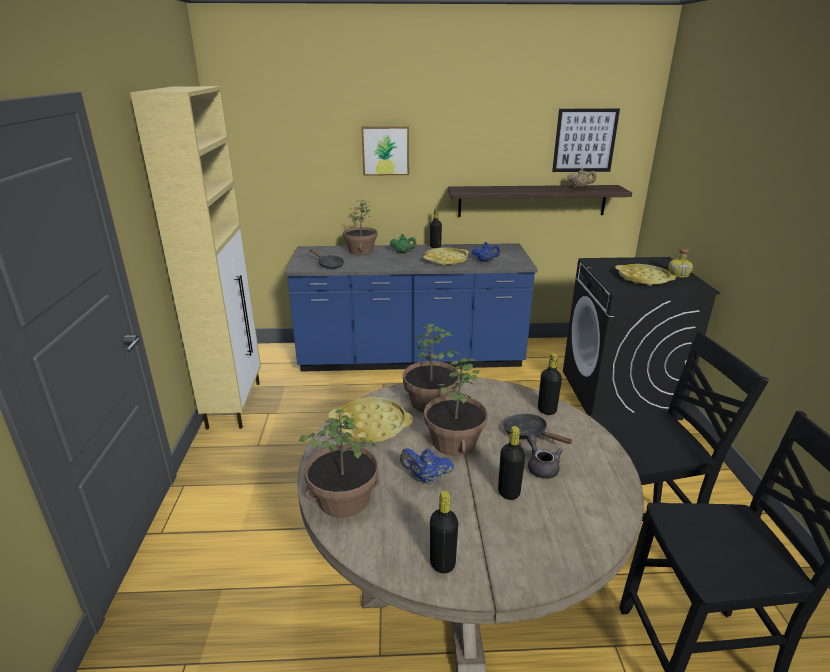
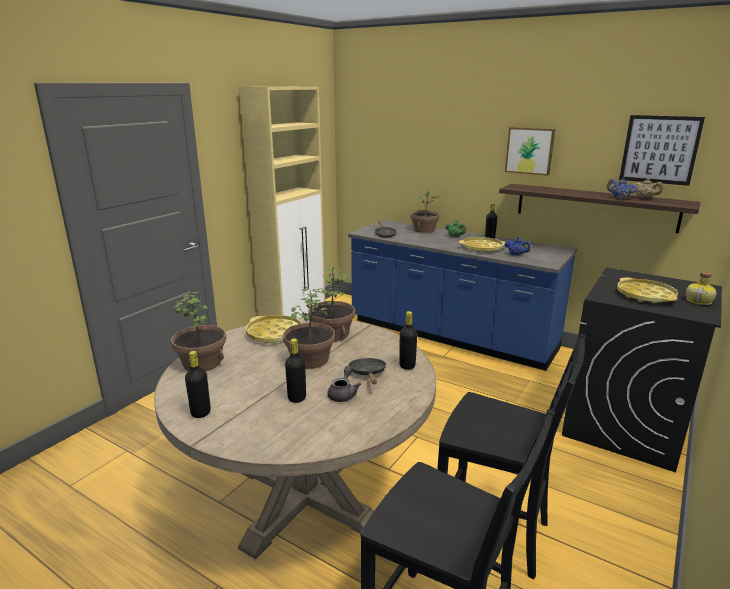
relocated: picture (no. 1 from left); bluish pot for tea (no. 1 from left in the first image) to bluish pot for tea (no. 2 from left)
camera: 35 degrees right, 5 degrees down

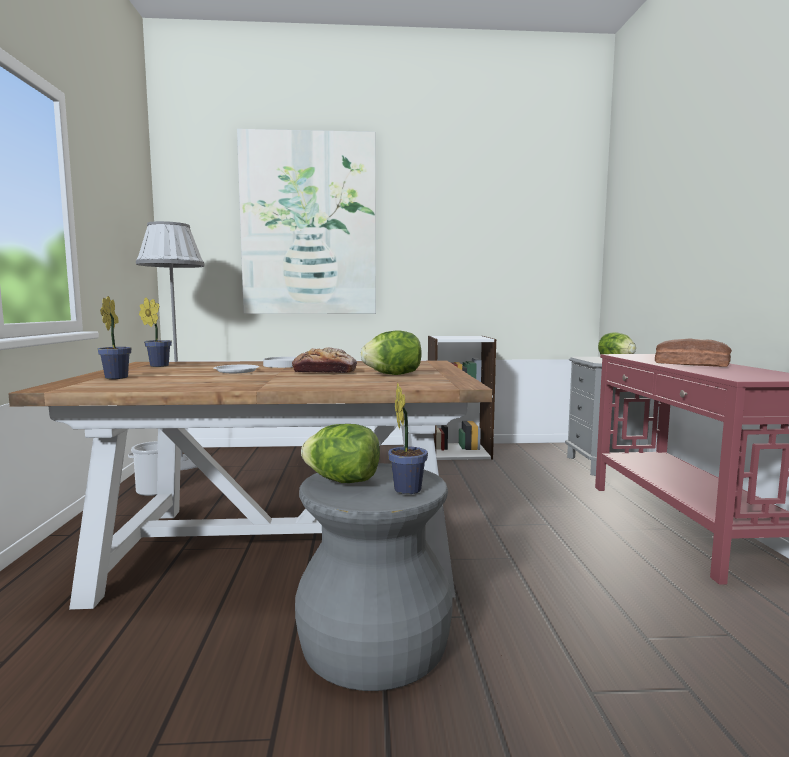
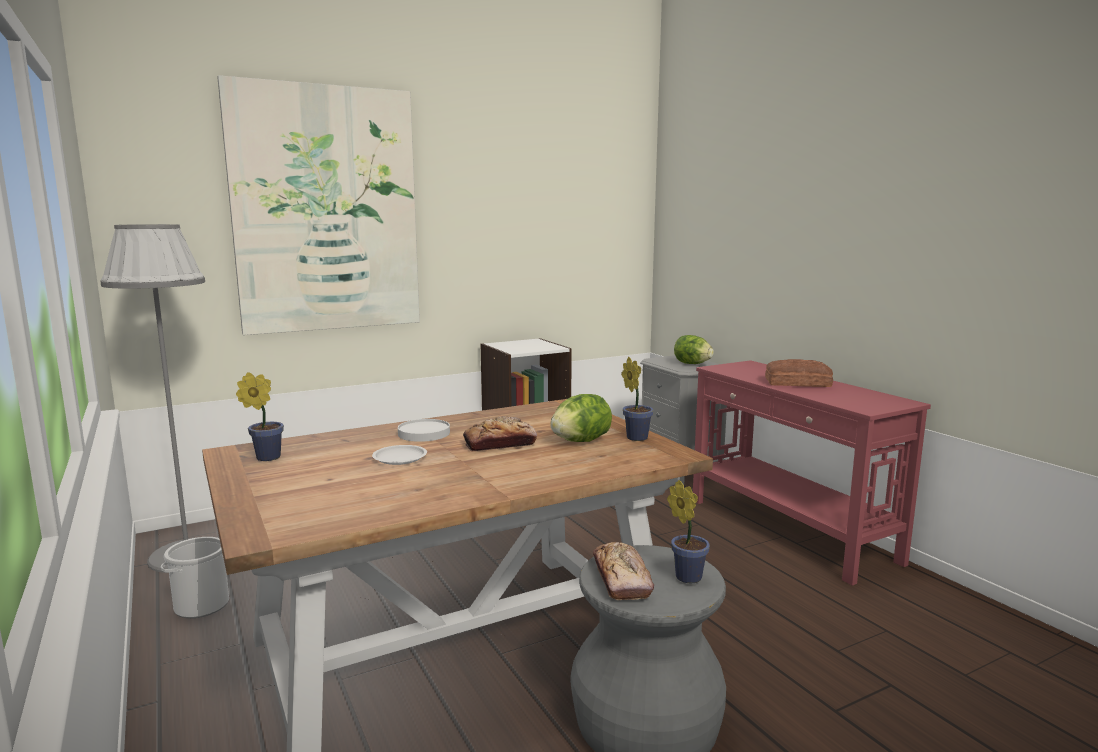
relocated: potted plant (no. 1 from left in the first image) to potted plant (no. 2 from left)
exchanged: head of lettuce (no. 1 from left) to baked bread (no. 2 from left)
camera: 25 degrees left, 5 degrees up

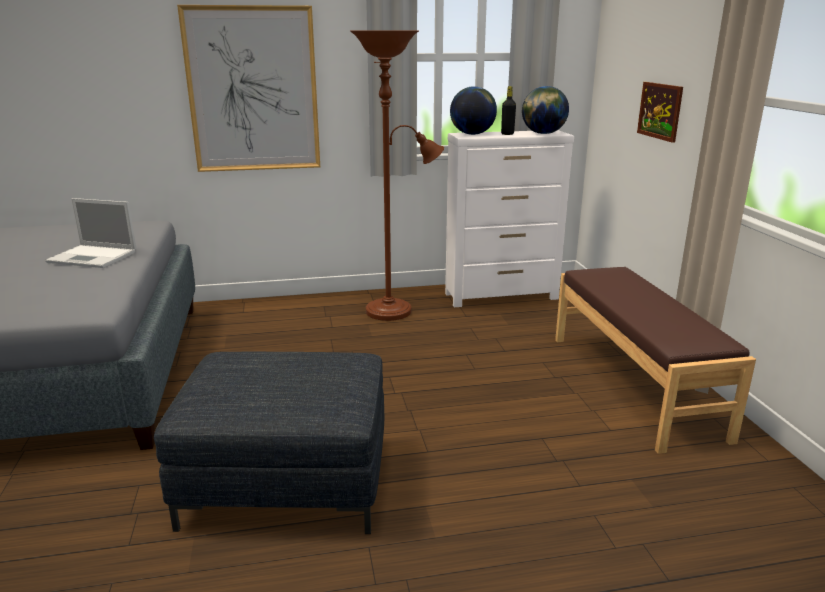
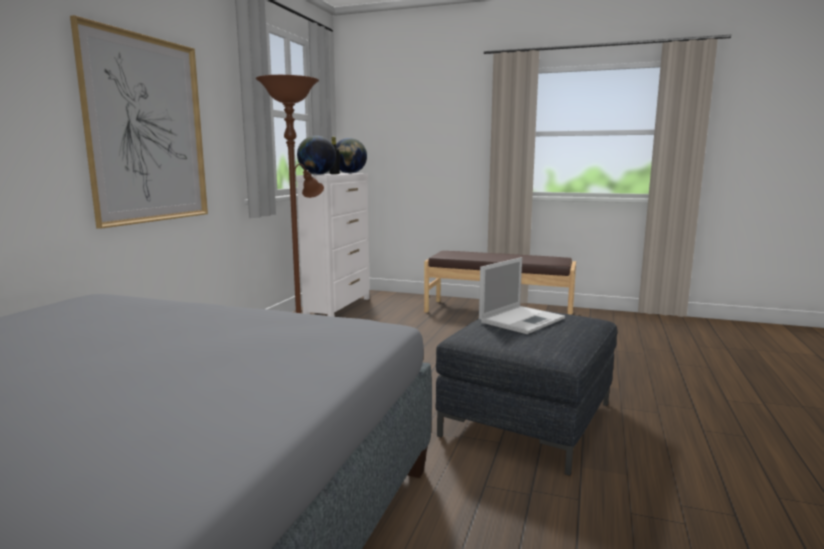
missing: picture (no. 2 from left)
relocated: notebook computer
camera: 60 degrees left, 10 degrees down

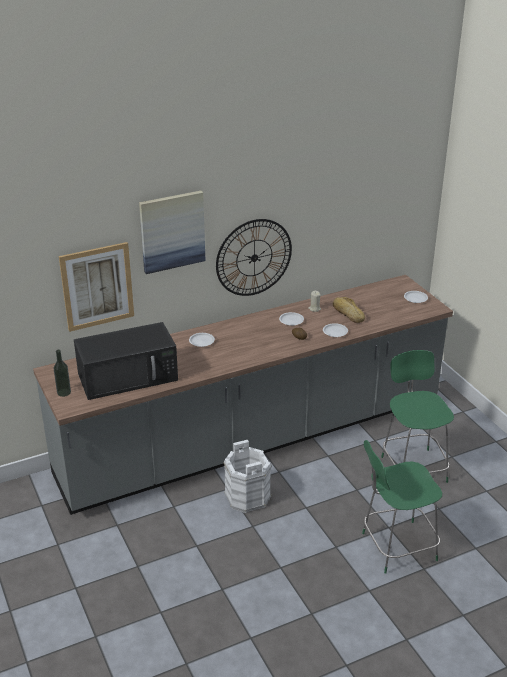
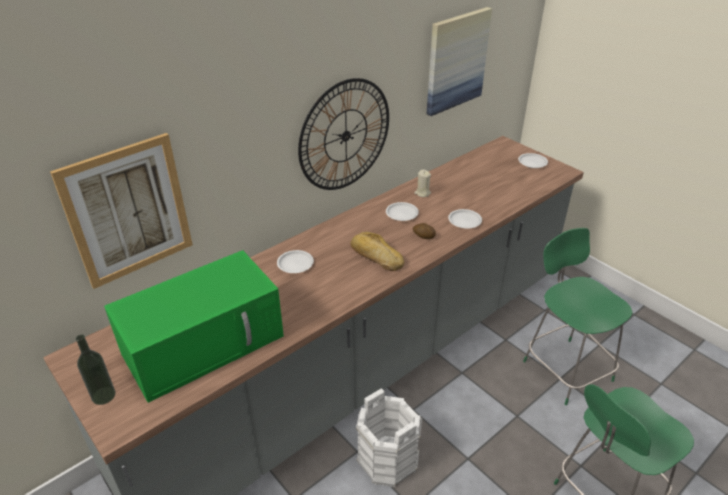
relocated: baked bread; picture (no. 2 from left)
colour: blackish microwave to green-coloured microwave
camera: 15 degrees left, 5 degrees up

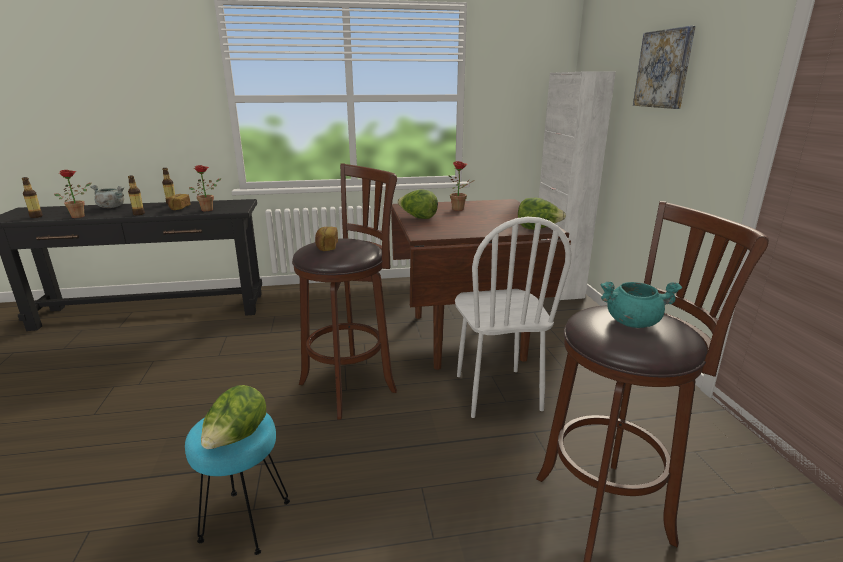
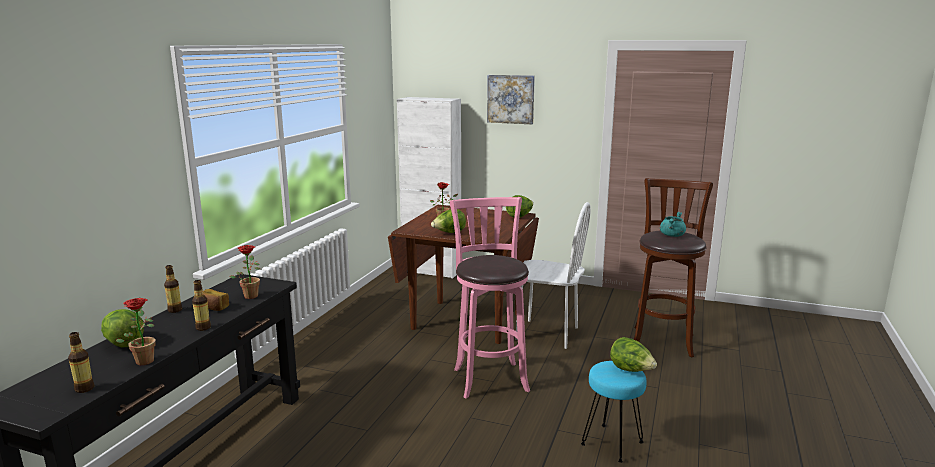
missing: baked bread (no. 2 from left)
exchanged: gray cooking pot to head of lettuce (no. 1 from left)
colour: brown-coloured stool (no. 1 from left) to pink stool
camera: 60 degrees left, 5 degrees down

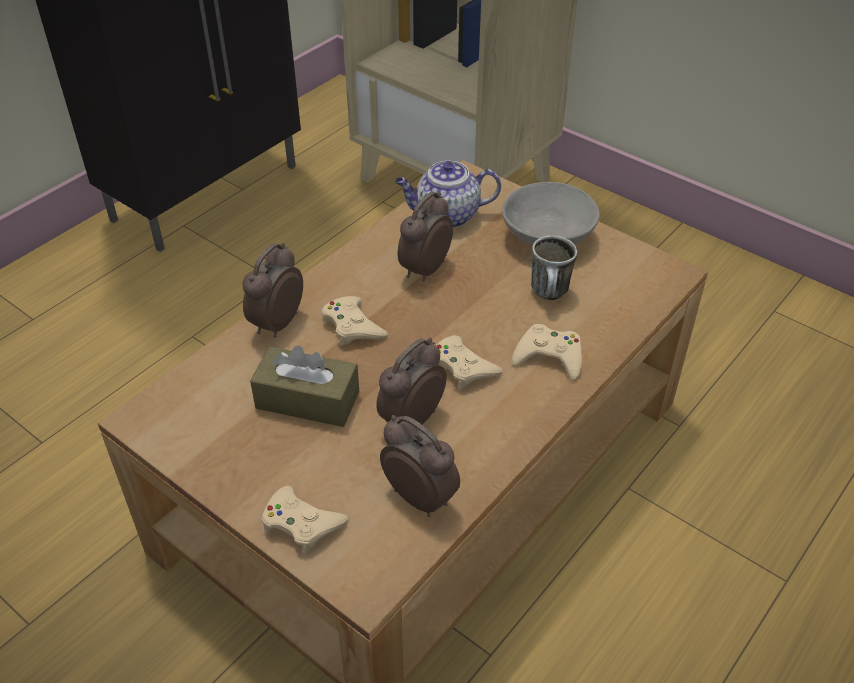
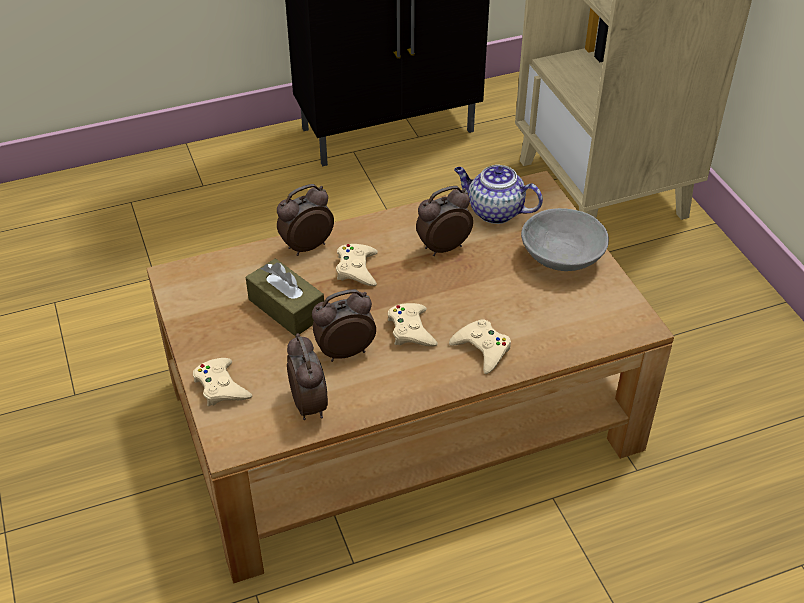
missing: coffee mug
camera: 30 degrees right, 0 degrees up

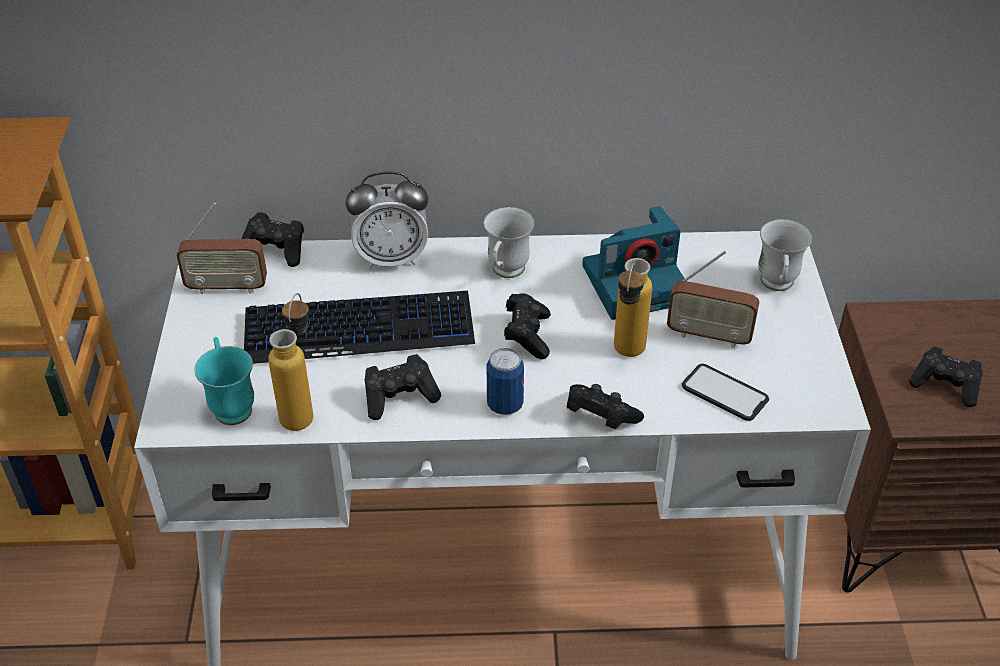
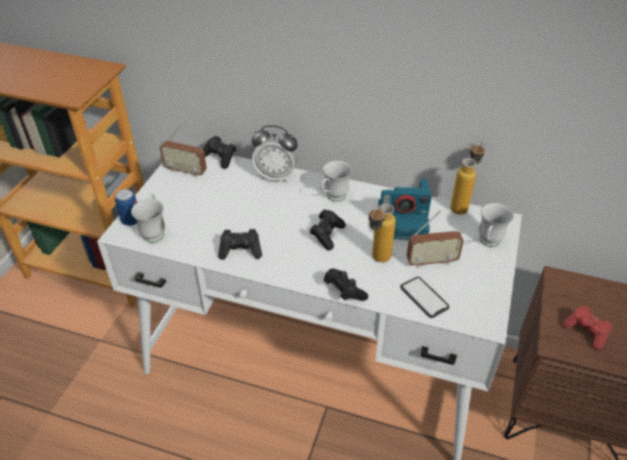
missing: keyboard
relocated: can; beverage bottle (no. 1 from left in the first image) to beverage bottle (no. 2 from left)
colour: turquoise coffee mug to whitish coffee mug (no. 1 from left); blackish joypad (no. 5 from left) to reddish joypad
spun: radio (no. 2 from left) 45 degrees counterclockwise
camera: 20 degrees right, 0 degrees up

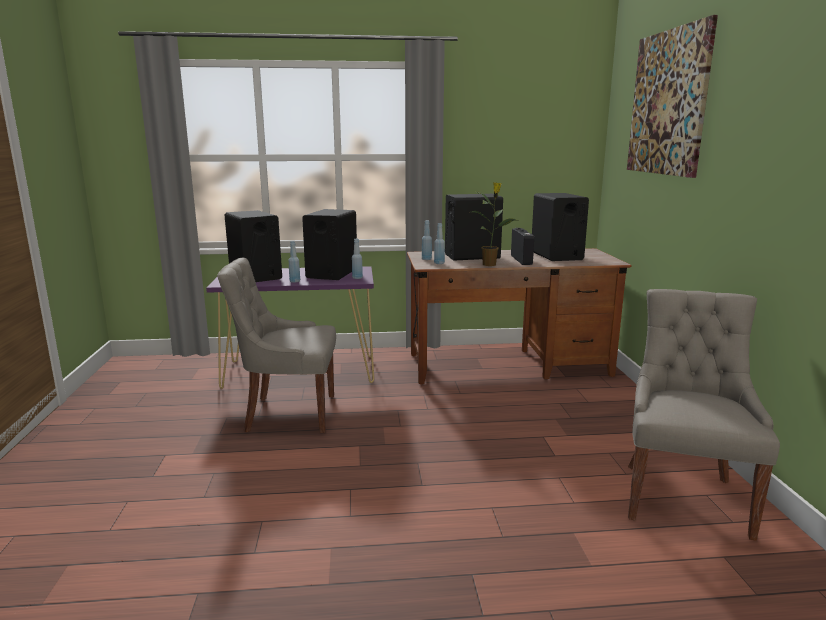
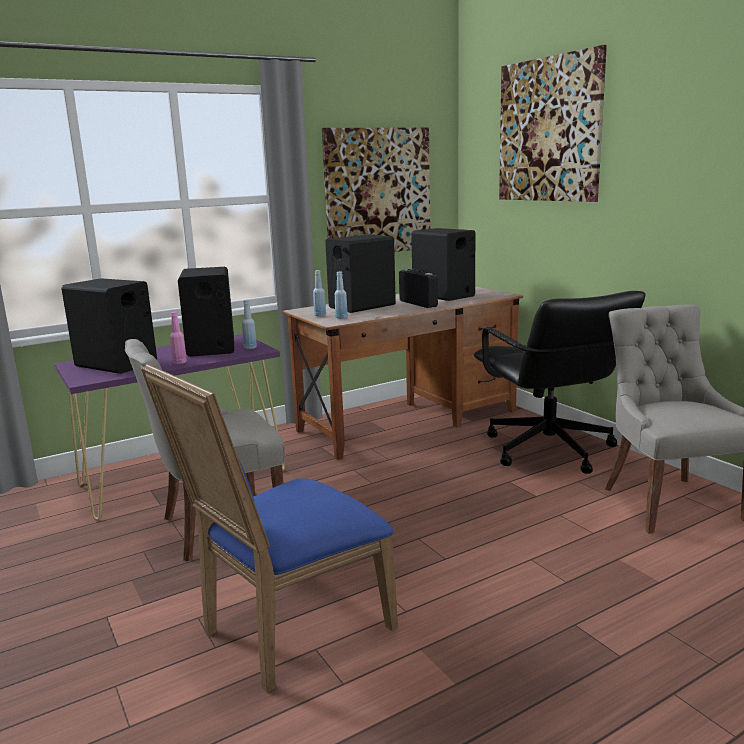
missing: potted plant
appeared: bluish plain chair; picture (no. 1 from left); blackish office chair
colour: bluish beverage bottle (no. 1 from left) to pink beverage bottle
camera: 25 degrees left, 0 degrees up

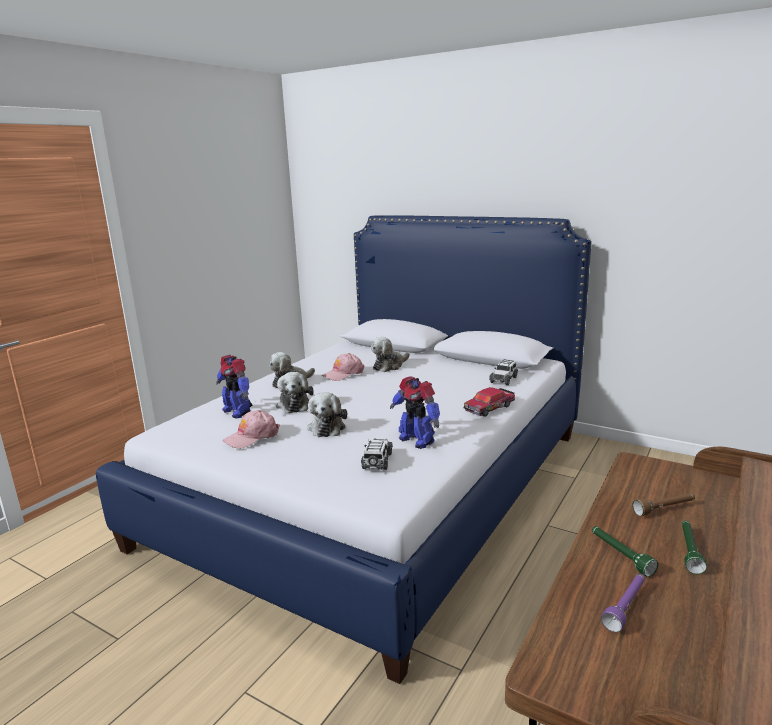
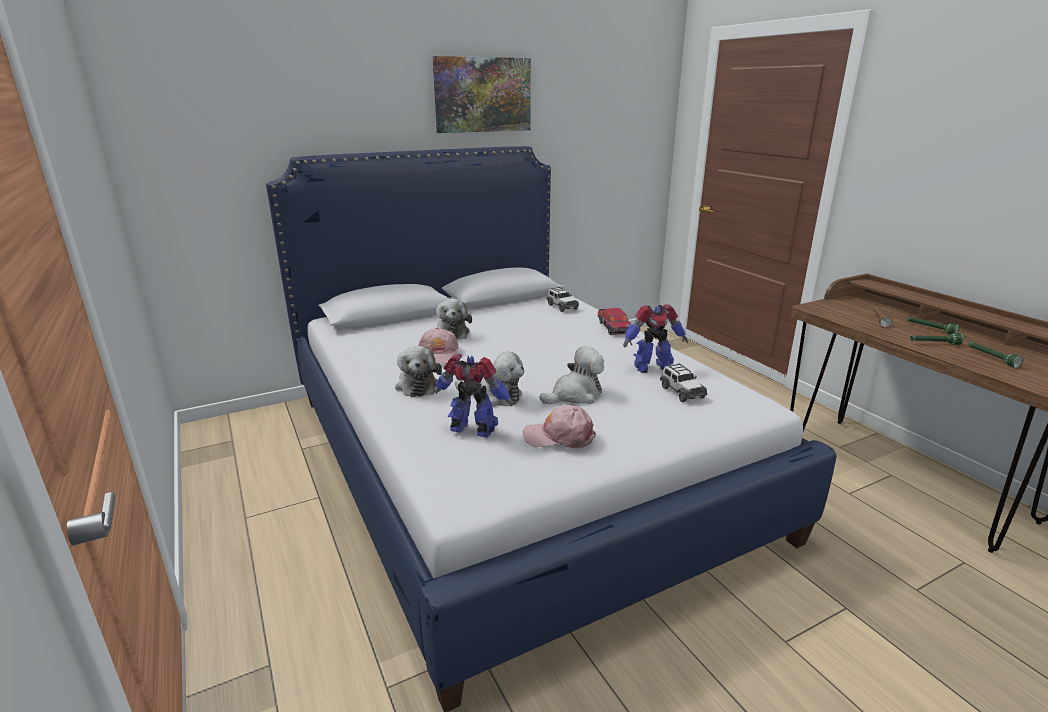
appeared: picture
colour: purple torch to green-coloured torch (no. 3 from left)
spun: robot figure (no. 1 from left) 150 degrees counterclockwise; pink cap (no. 1 from left in the first image) 105 degrees clockwise; soft toy (no. 3 from left in the first image) 60 degrees counterclockwise; model car (no. 1 from left in the first image) 150 degrees counterclockwise
camera: 60 degrees left, 5 degrees up

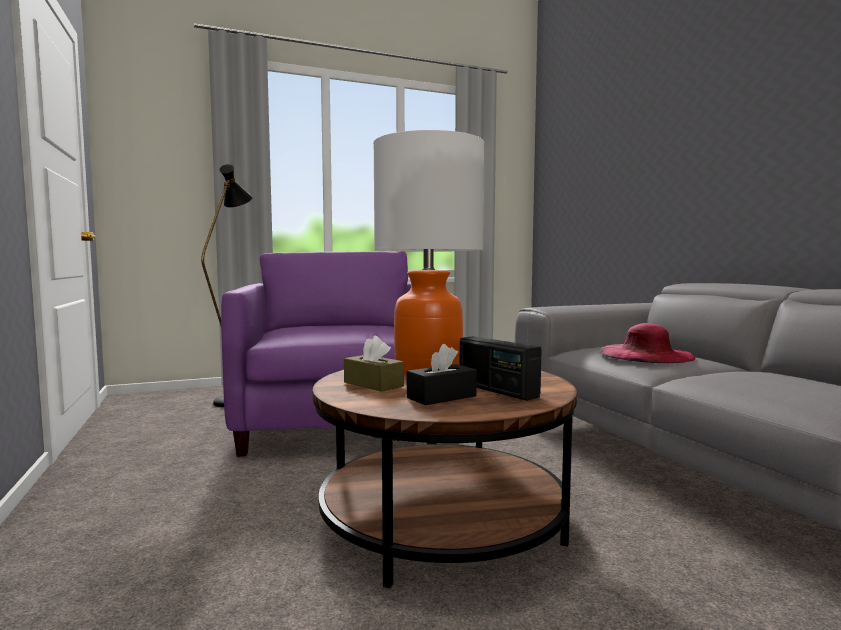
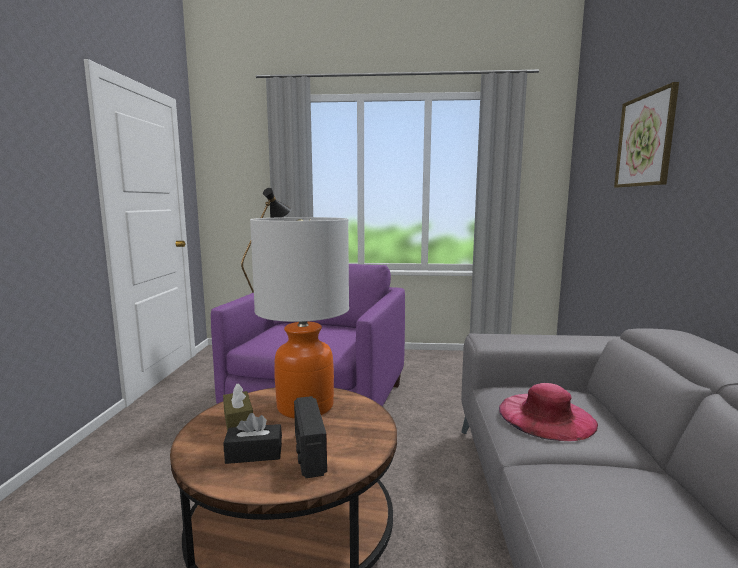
appeared: picture
camera: 25 degrees right, 5 degrees up

